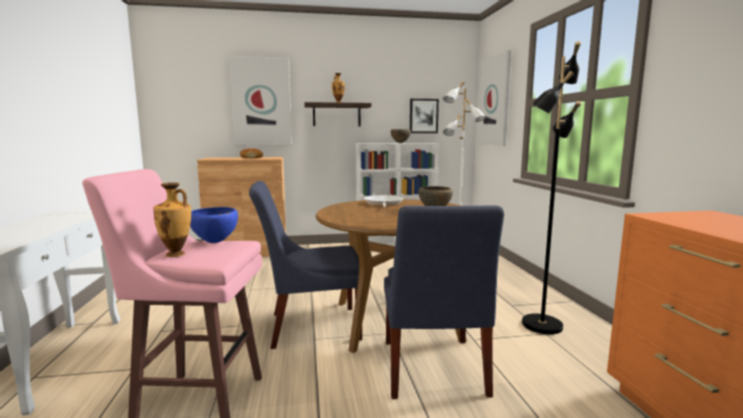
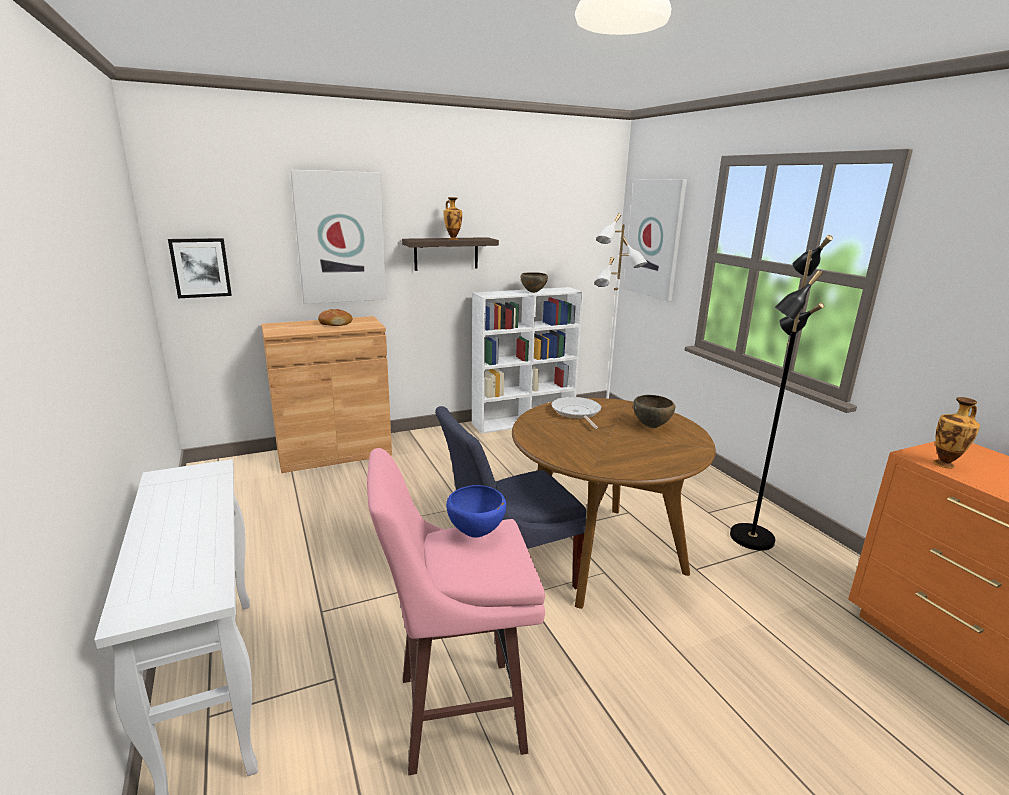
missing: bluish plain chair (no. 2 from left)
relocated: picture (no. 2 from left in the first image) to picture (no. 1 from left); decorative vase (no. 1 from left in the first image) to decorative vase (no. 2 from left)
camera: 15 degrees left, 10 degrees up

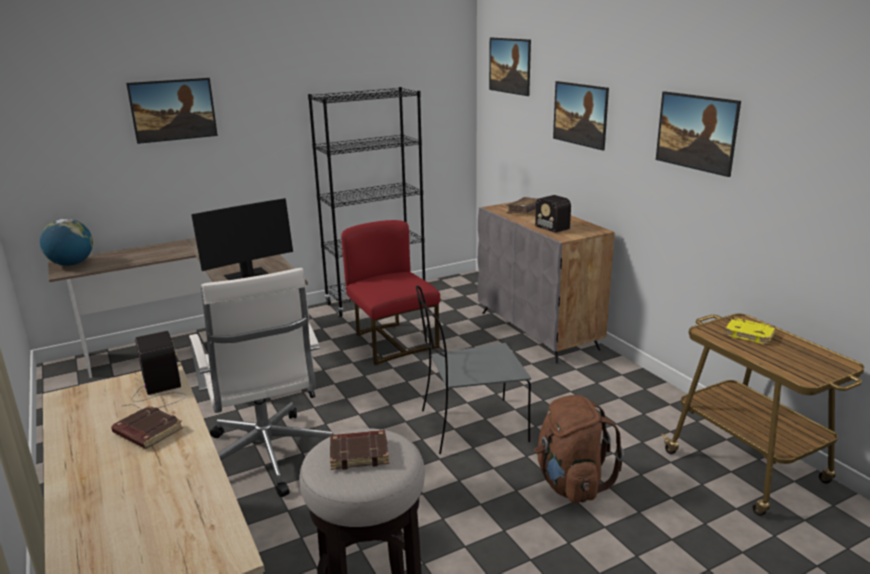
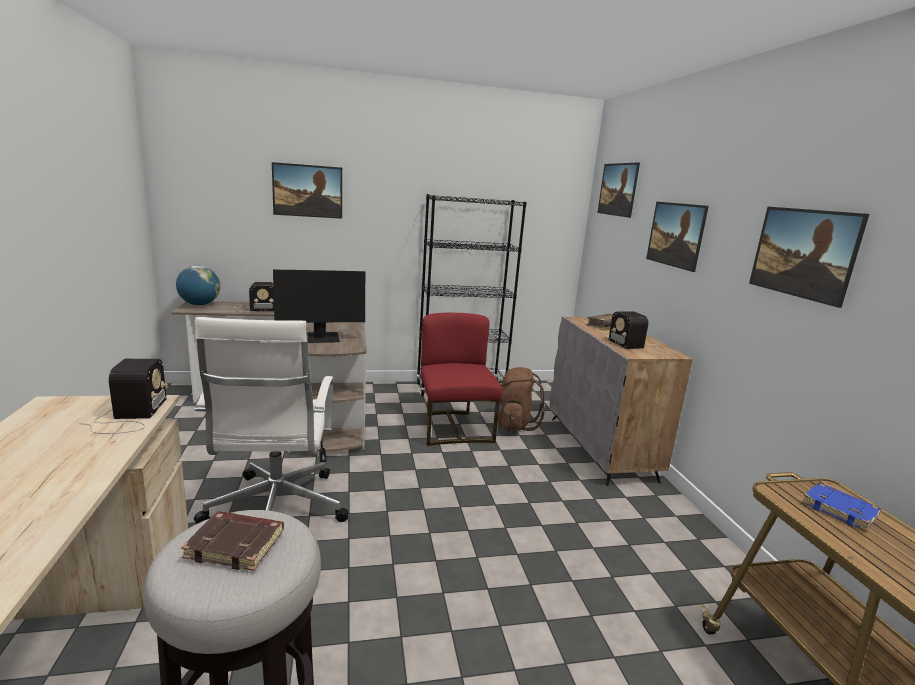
missing: brown-coloured book (no. 1 from left); gray plain chair
appeared: radio (no. 2 from left)
relocated: brown-coloured knapsack
colour: yellow-coloured book to bluish book
camera: 15 degrees right, 5 degrees down

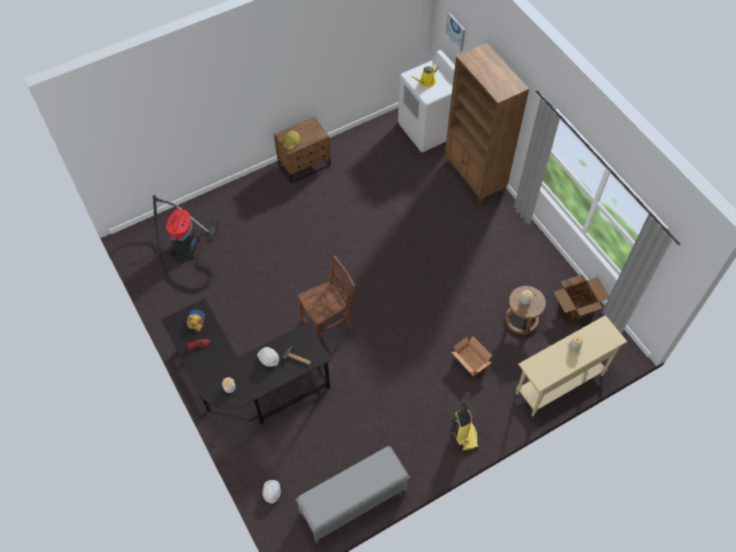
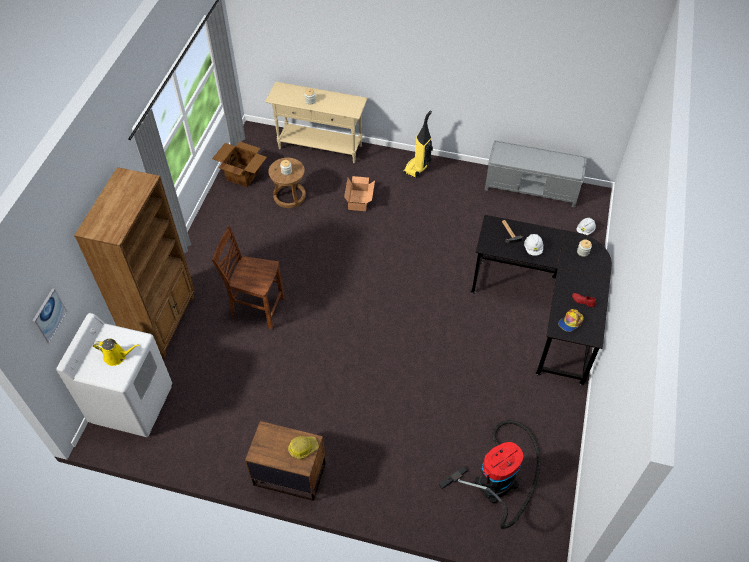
relocated: brown-coloured plain chair
camera: 135 degrees left, 5 degrees down

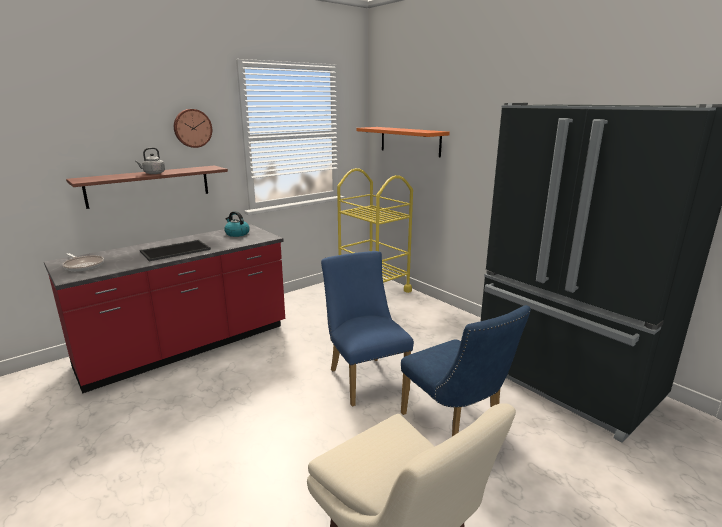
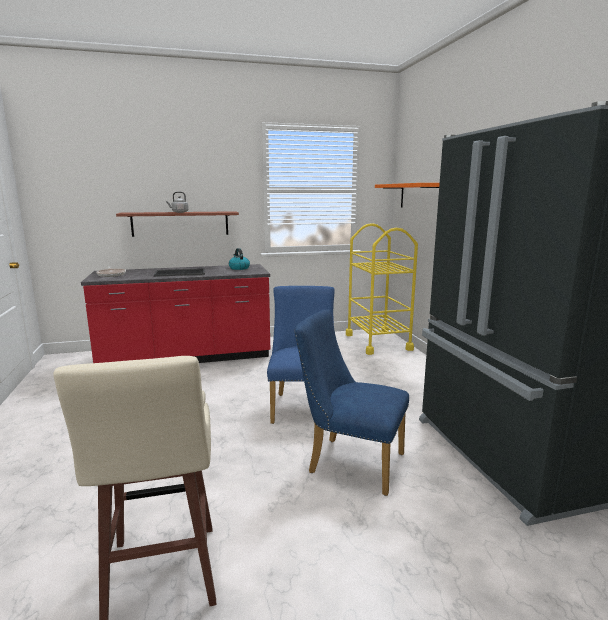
missing: clock on the wall
spun: bluish plain chair (no. 2 from left) 120 degrees clockwise
camera: 25 degrees right, 5 degrees down

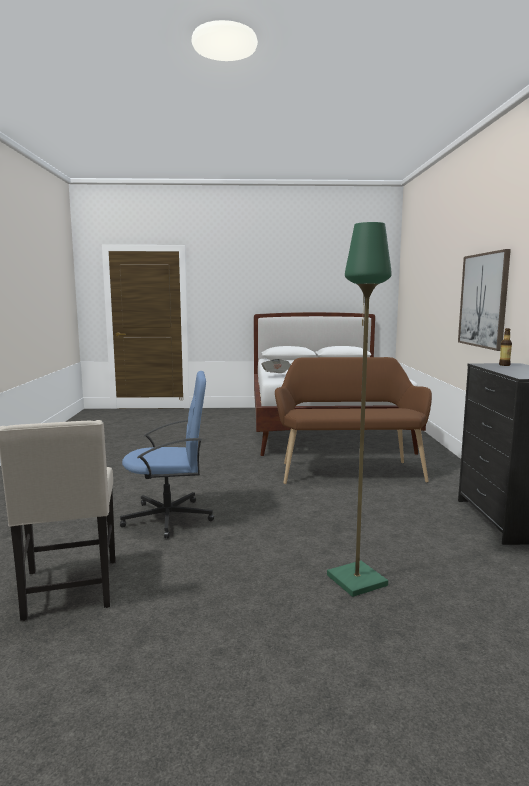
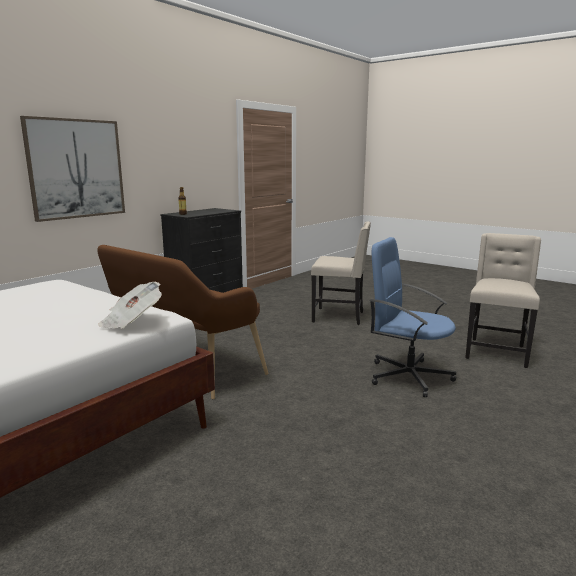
exchanged: green-coloured standing lamp to beige-coloured plain chair (no. 1 from left)
camera: 140 degrees left, 5 degrees up

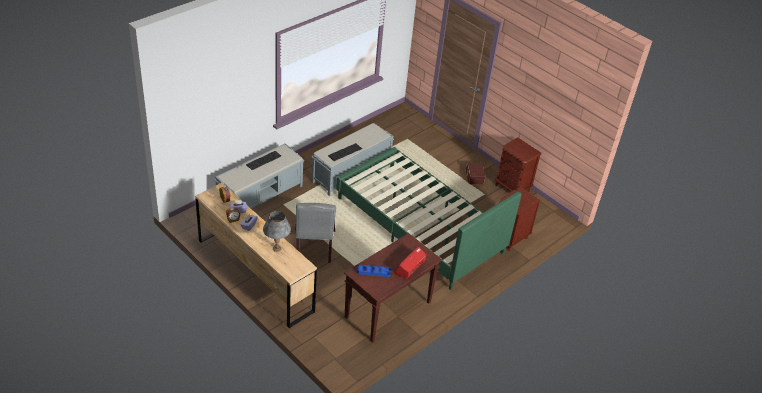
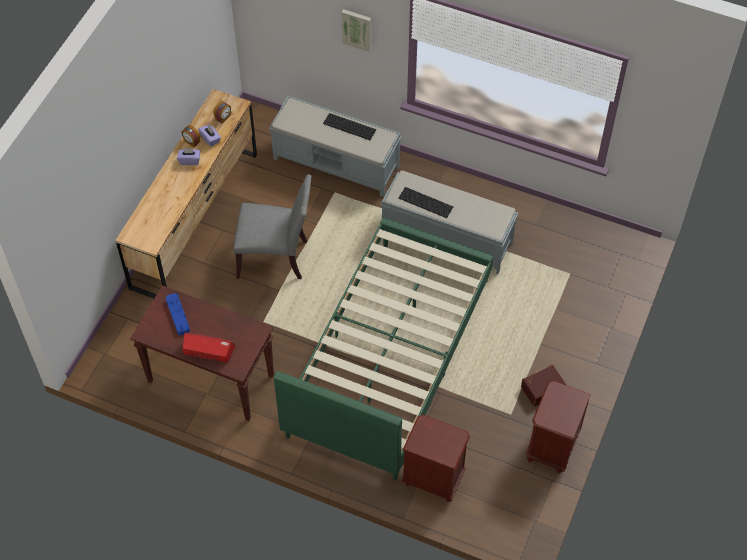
missing: gray table lamp
appeared: picture
spun: gray plain chair 150 degrees counterclockwise
camera: 70 degrees right, 15 degrees up

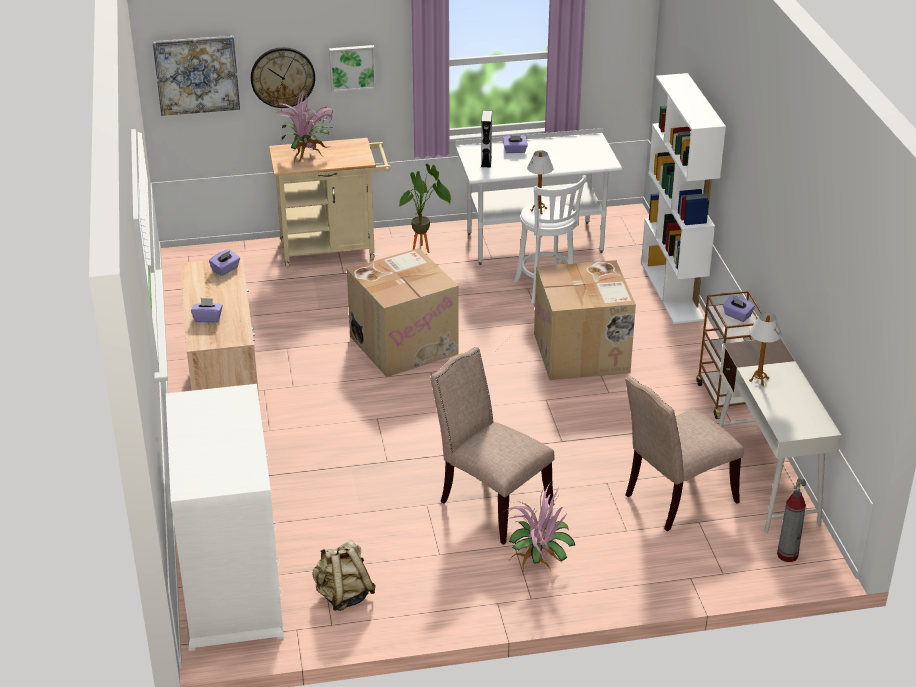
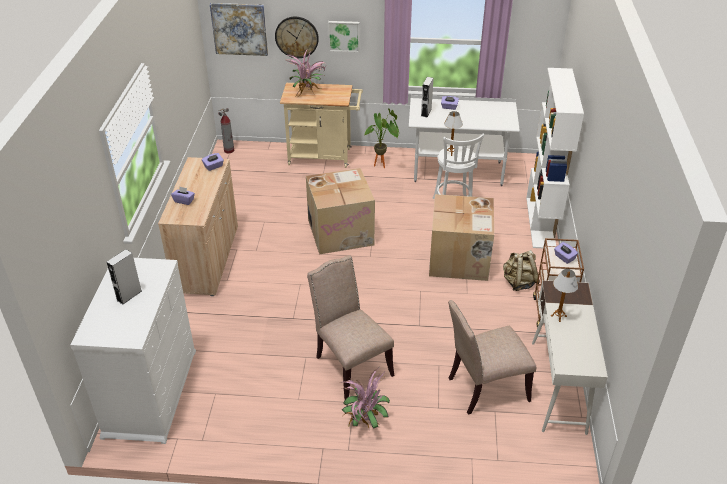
appeared: gray speaker (no. 1 from left)
relocated: extinguisher; beige-coloured knapsack
camera: 15 degrees right, 5 degrees up

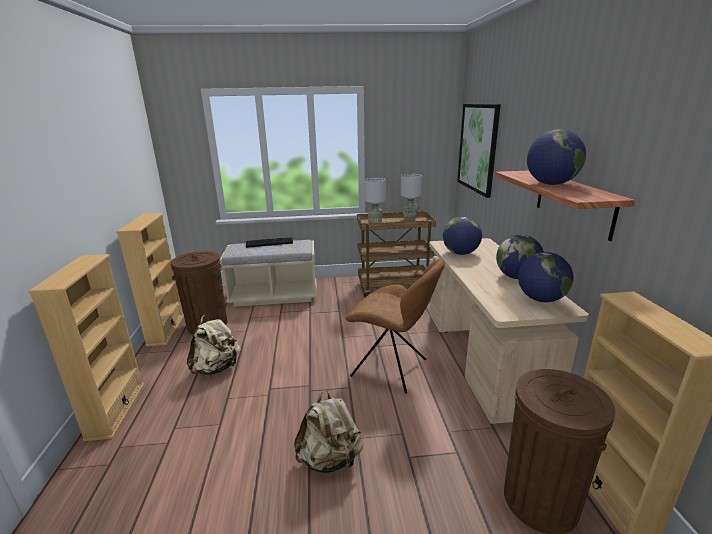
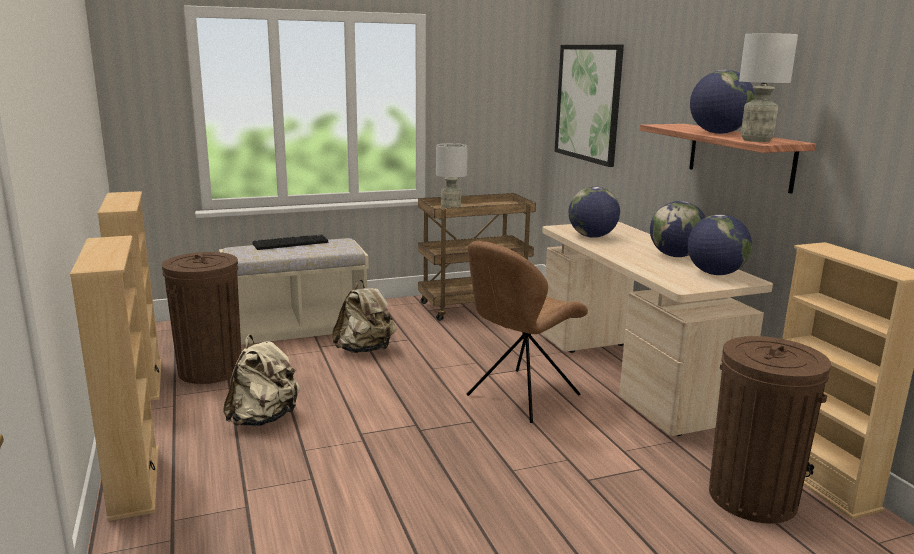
relocated: beige-coloured knapsack (no. 2 from left); gray table lamp (no. 2 from left)
spun: brown-coloured plain chair 120 degrees clockwise
camera: 15 degrees left, 5 degrees down

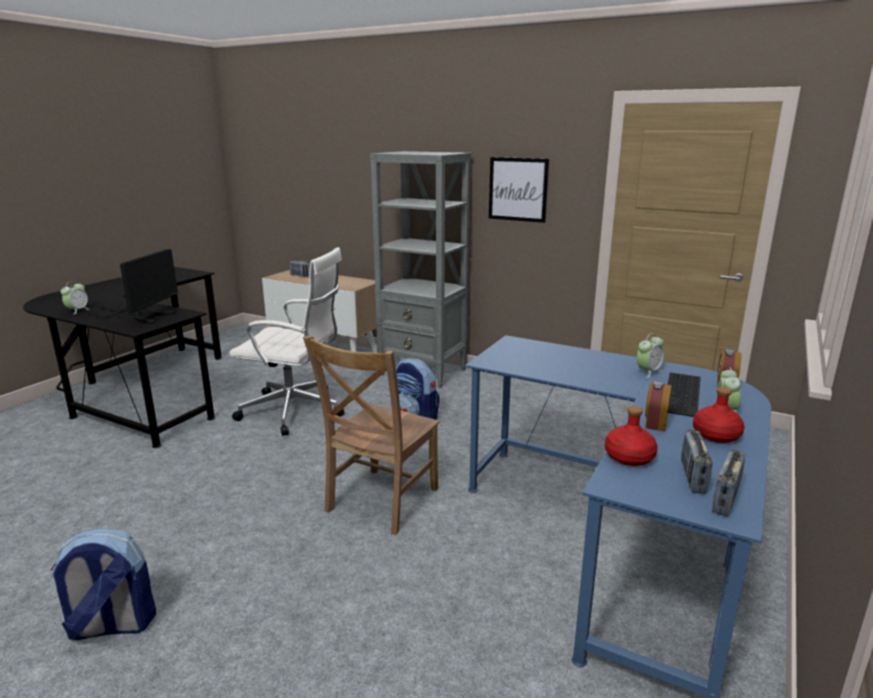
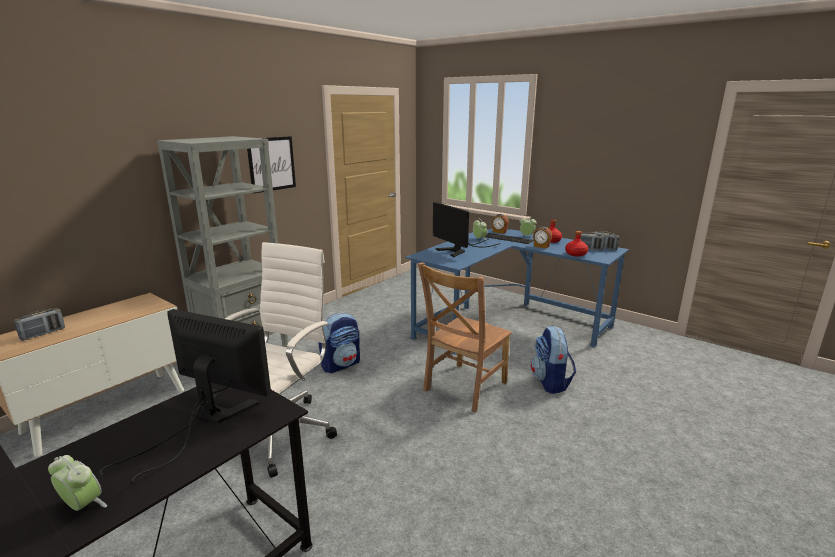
appeared: computer screen (no. 2 from left)
relocated: knapsack (no. 1 from left in the first image) to knapsack (no. 2 from left)
spun: brown-coloured plain chair 90 degrees clockwise
camera: 80 degrees left, 0 degrees up

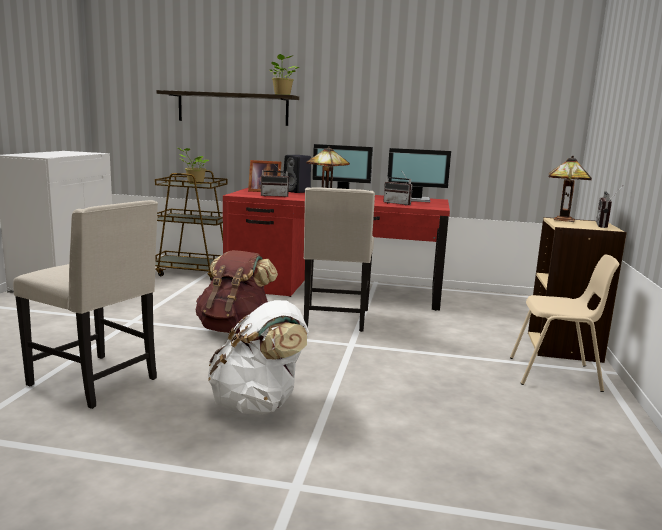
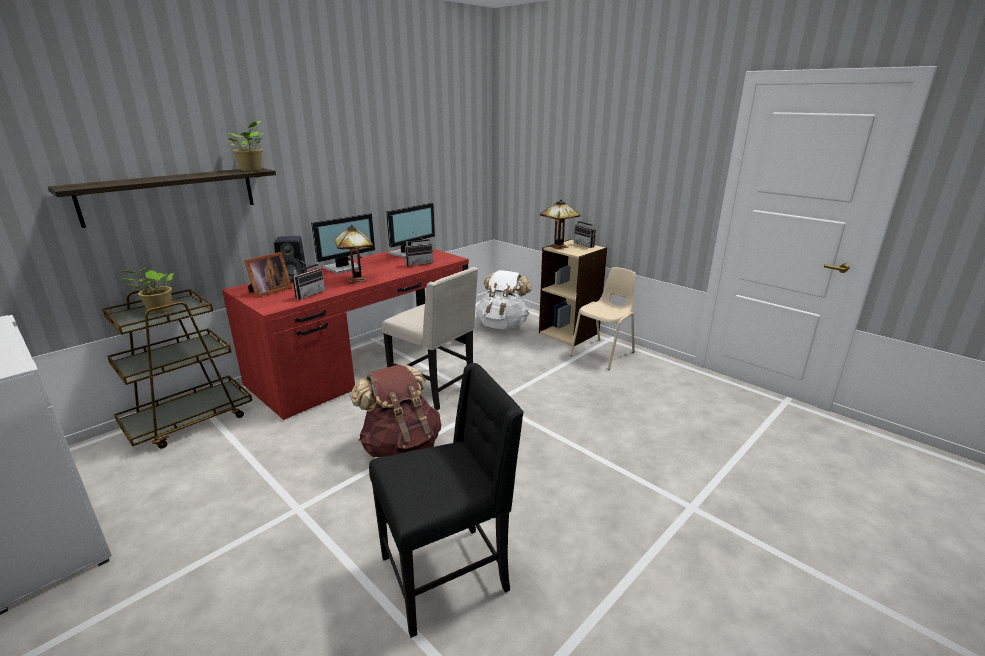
relocated: whitish knapsack
colour: beige-coloured plain chair (no. 1 from left) to blackish plain chair
camera: 55 degrees left, 10 degrees up

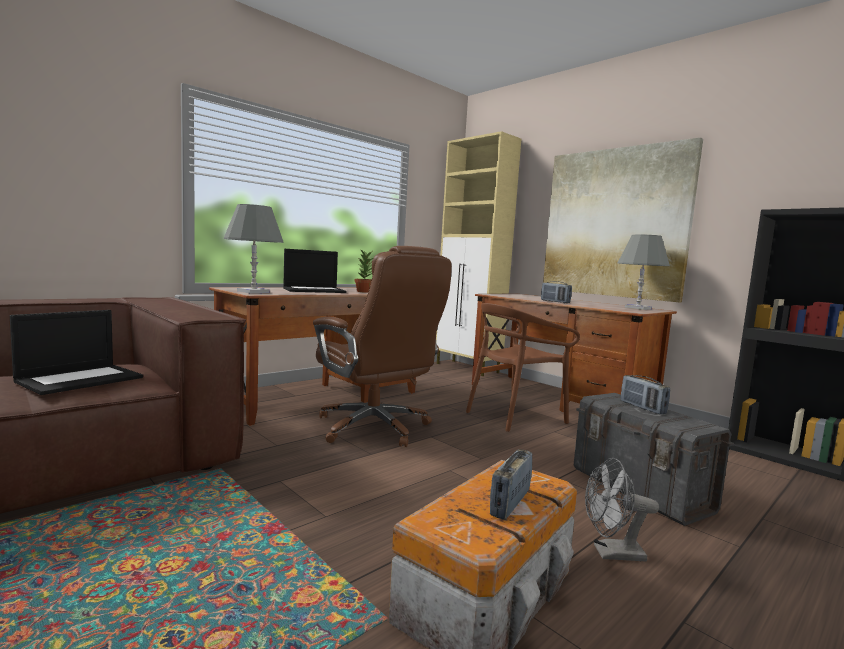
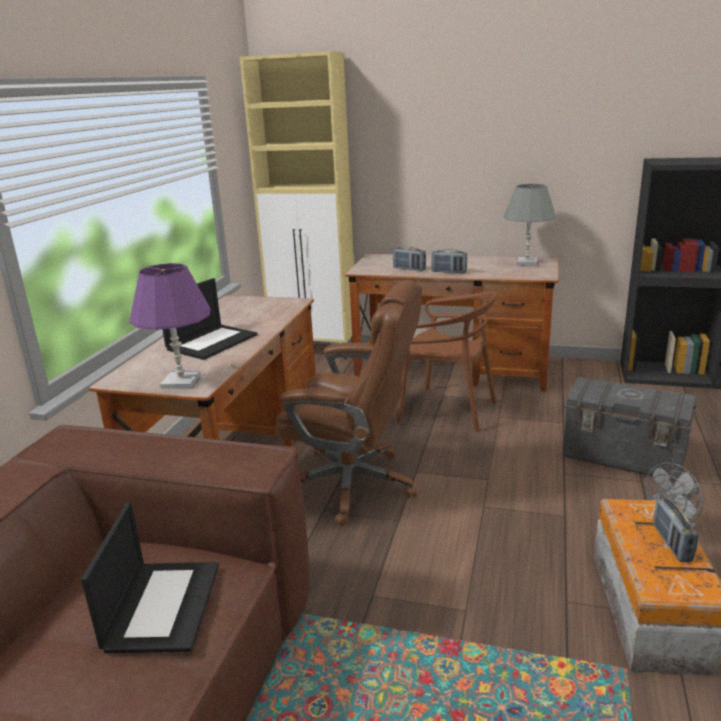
missing: potted plant; picture
relocated: radio (no. 3 from left in the first image) to radio (no. 1 from left)
colour: gray table lamp (no. 1 from left) to purple table lamp
spun: brown-coloured plain chair 90 degrees counterclockwise
camera: 30 degrees left, 15 degrees up

